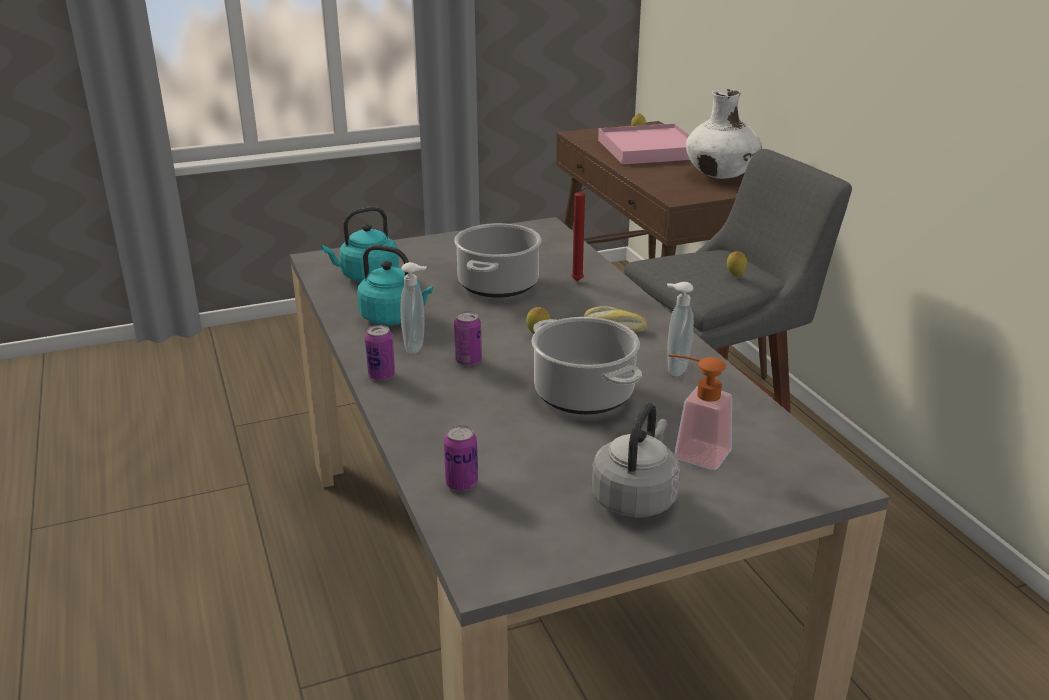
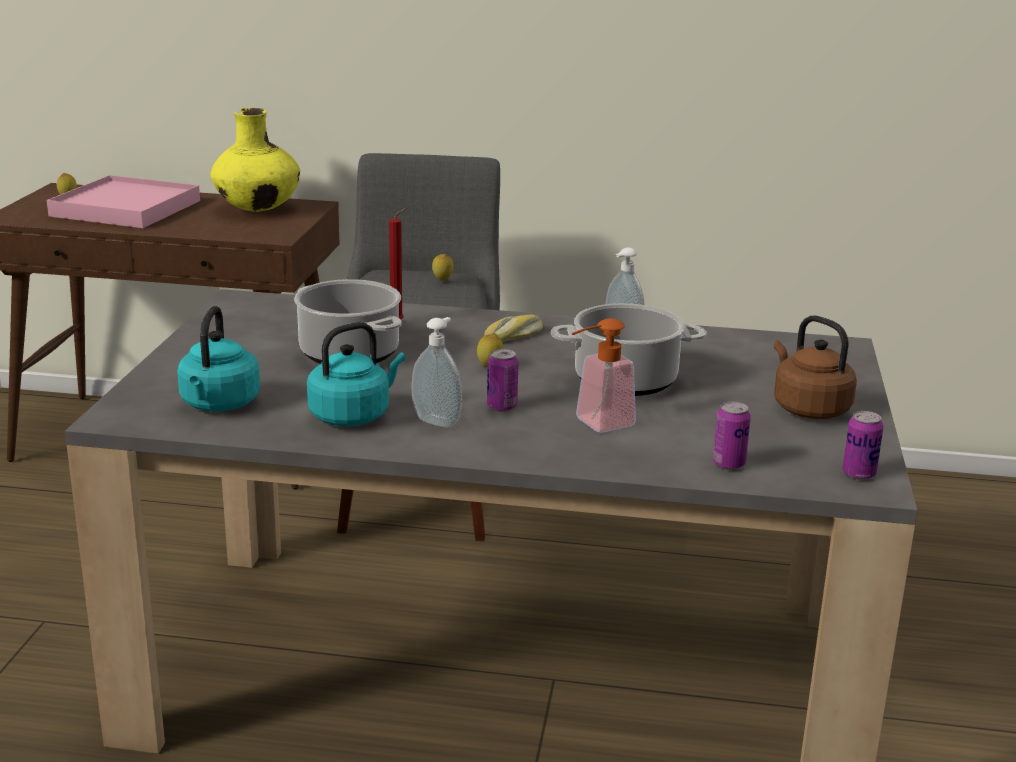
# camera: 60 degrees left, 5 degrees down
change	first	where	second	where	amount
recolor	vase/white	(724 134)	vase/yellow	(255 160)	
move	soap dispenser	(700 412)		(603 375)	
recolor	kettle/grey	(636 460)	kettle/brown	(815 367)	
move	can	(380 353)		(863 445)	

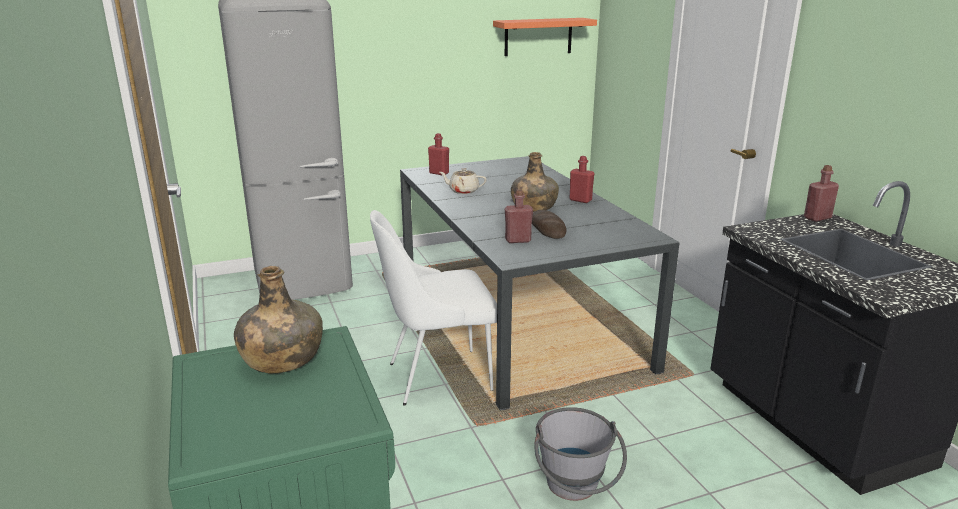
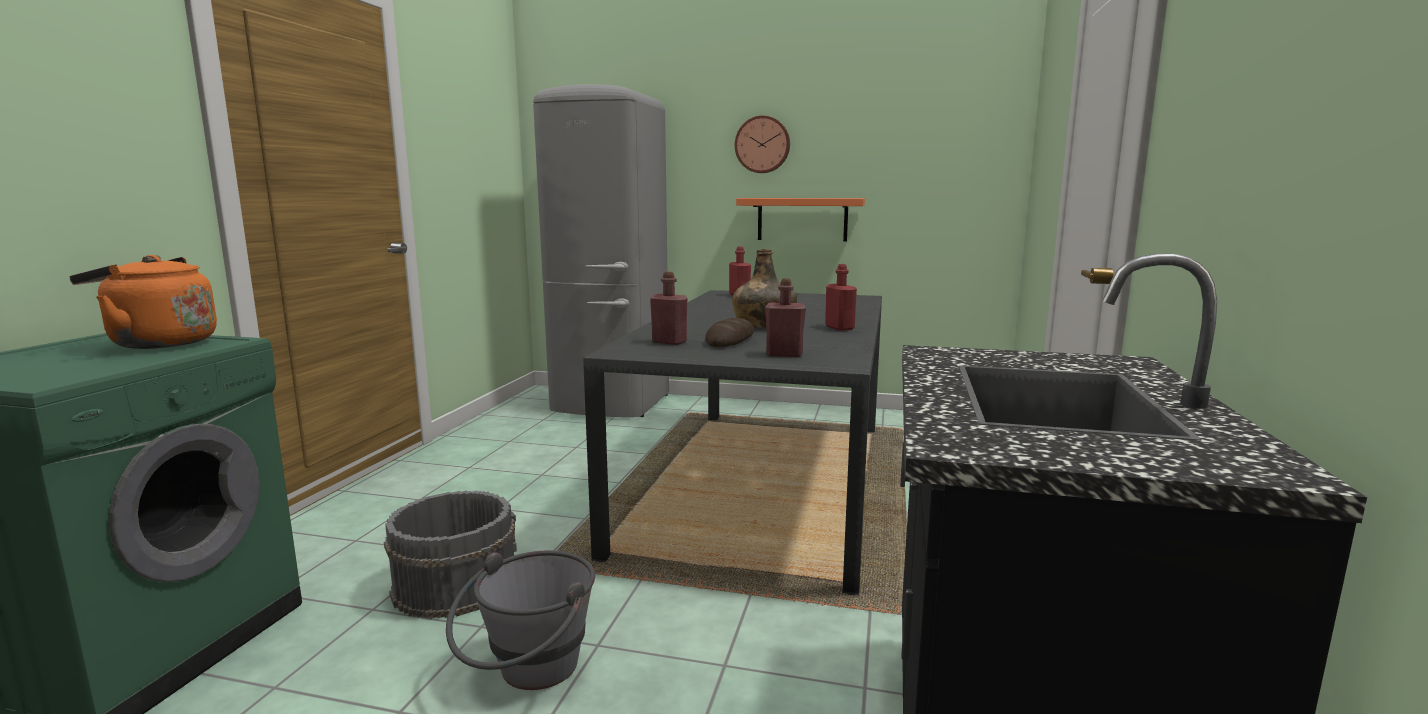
# camera: 35 degrees right, 10 degrees down
change	first	where	second	where	amount
replace	bottle/green	(278 319)	kettle/orange	(143 302)	
insert			bucket/grey	(450 555)	
insert			wall clock	(762 144)	
move	shelf/orange	(545 37)		(800 219)	
move	bottle/red	(821 193)		(785 317)	
delete	chair/white	(433 308)			
delete	teapot/beige	(463 181)			

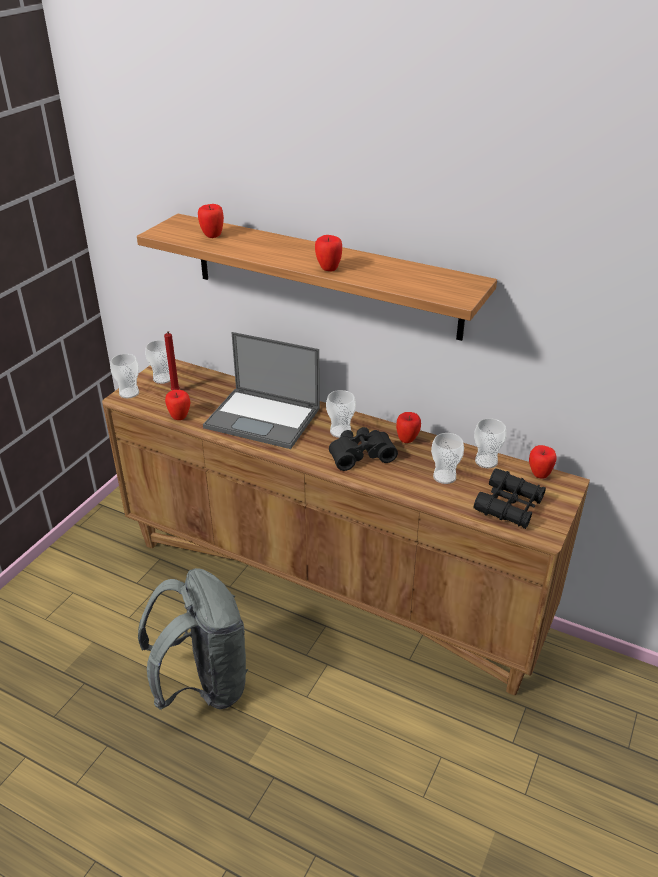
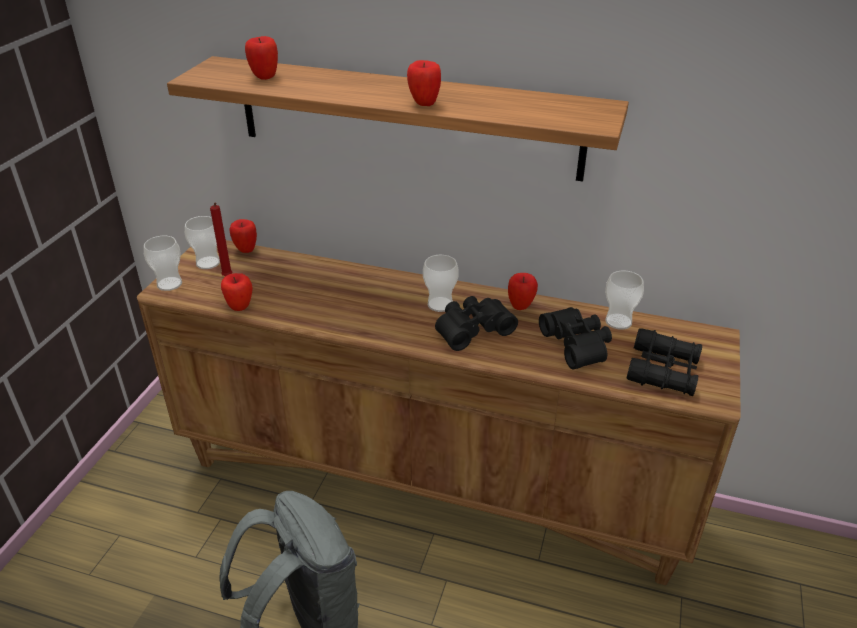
# camera: 10 degrees left, 0 degrees up
change	first	where	second	where	amount
move	apple	(543 462)		(243 236)	
replace	cup	(447 458)	binoculars/black	(575 338)	
delete	laptop	(261 390)			

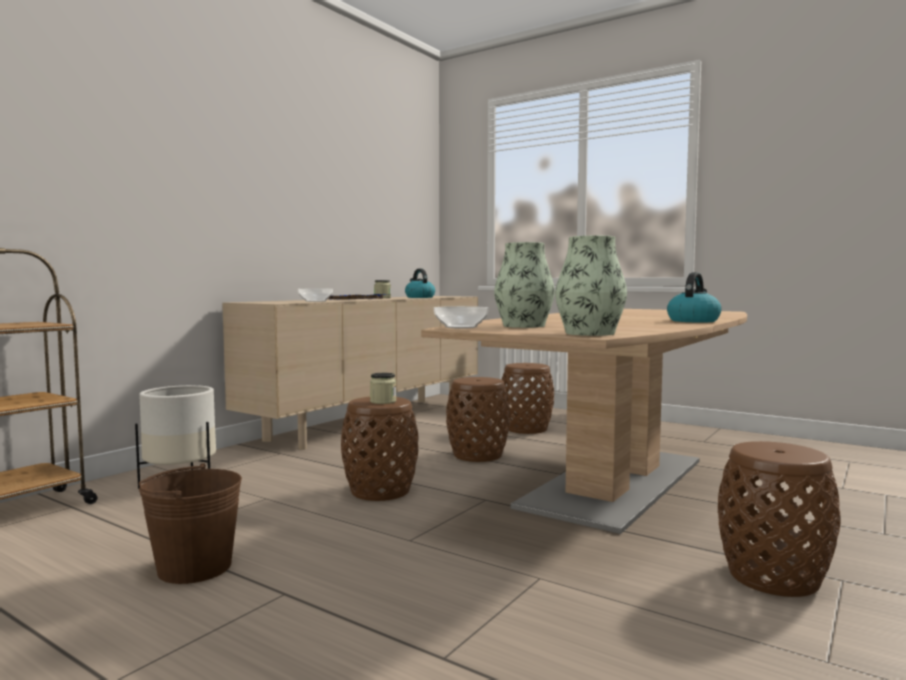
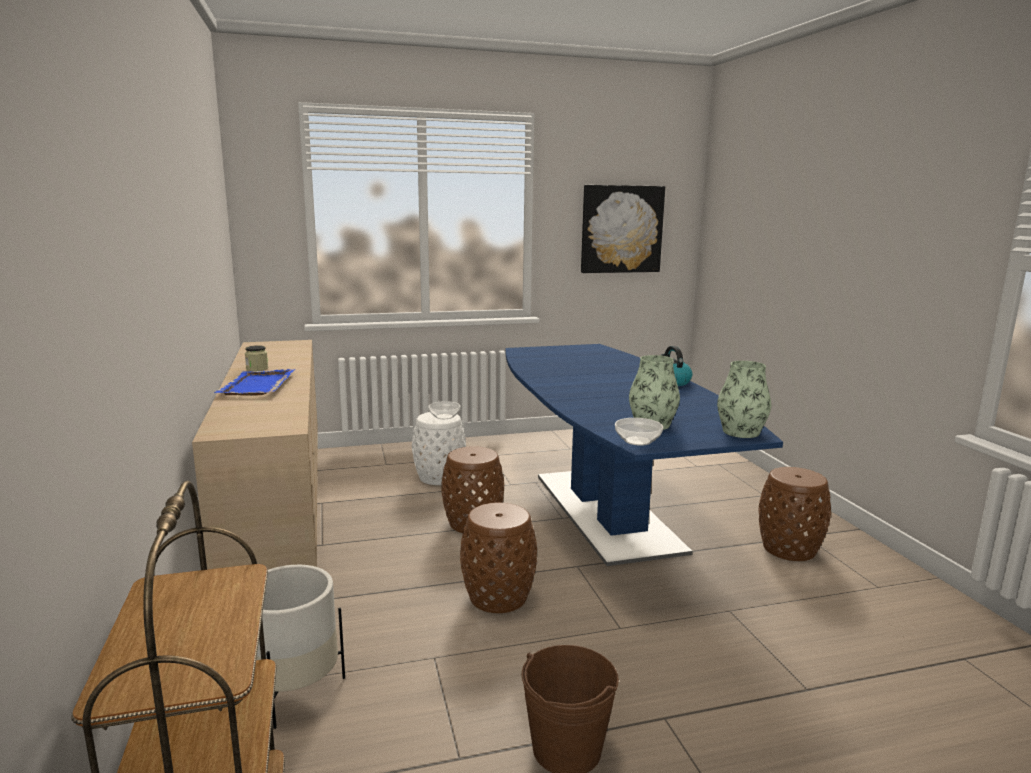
# camera: 50 degrees left, 10 degrees up
change	first	where	second	where	amount
recolor	stool/brown	(528 398)	stool/white	(439 448)	
move	bowl	(315 295)		(444 410)	
recolor	dining table/brown	(584 421)	dining table/blue	(644 455)	
insert			picture	(623 229)	
delete	jar	(383 388)			
delete	kettle	(420 283)			

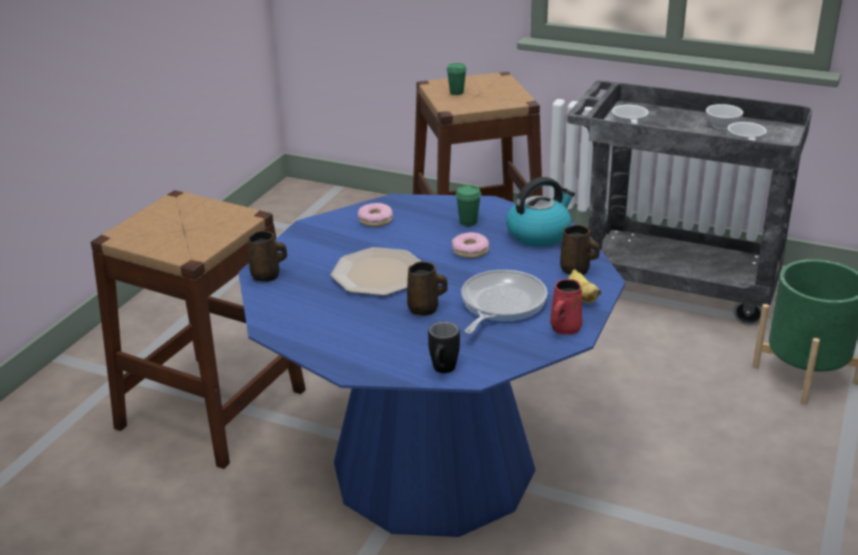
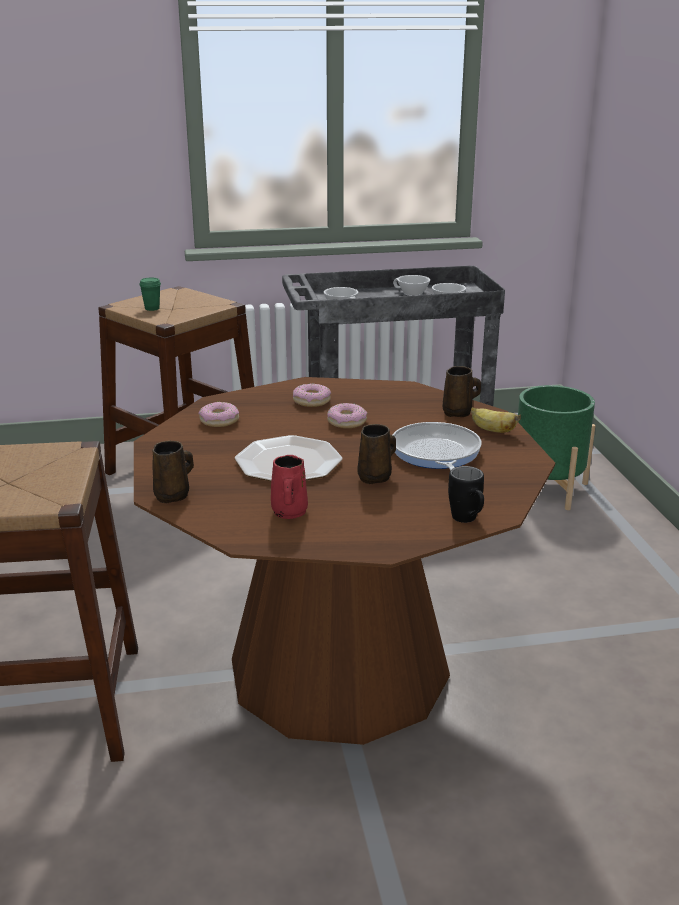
# camera: 35 degrees left, 5 degrees down
change	first	where	second	where	amount
recolor	dining table/blue	(432 365)	dining table/brown	(344 561)	
move	mug/red	(566 307)		(289 487)	
replace	cup/green	(468 205)	donut	(312 395)	
delete	kettle	(540 212)			

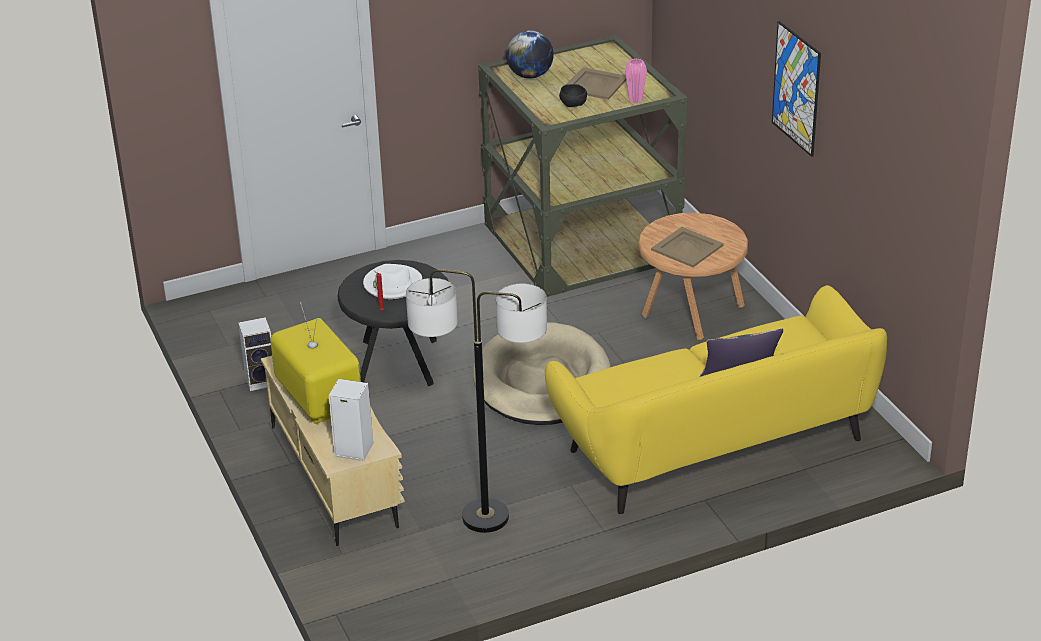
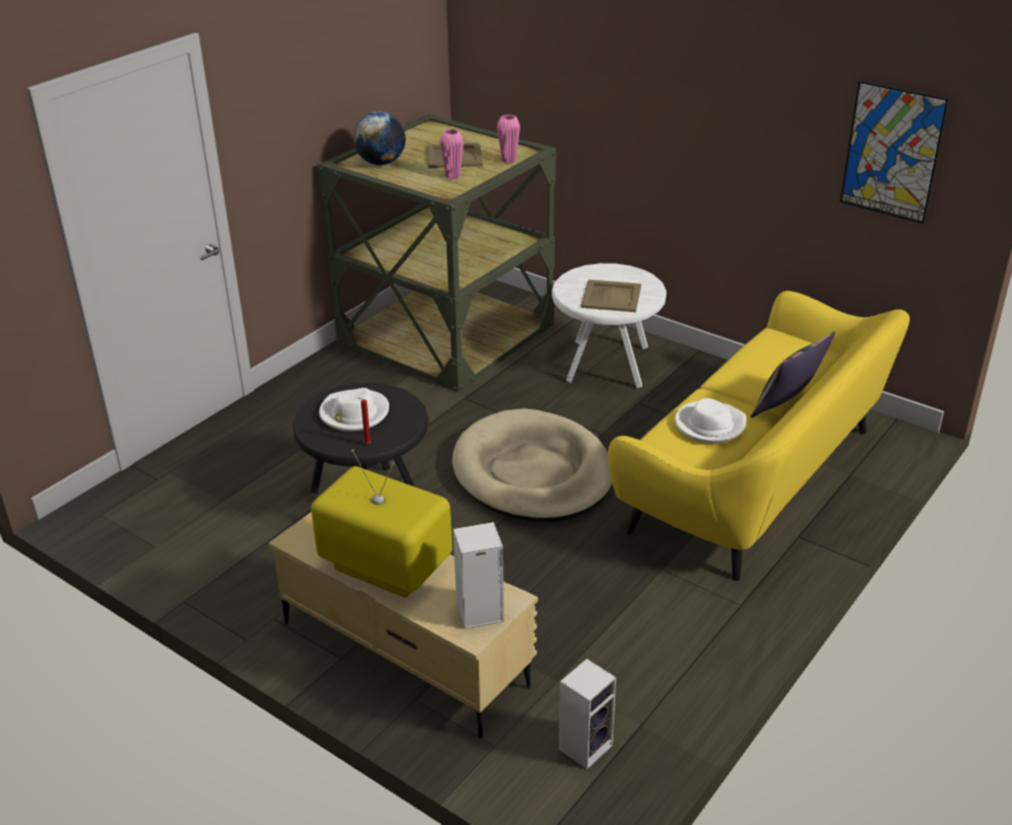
# camera: 30 degrees left, 0 degrees up
change	first	where	second	where	amount
replace	bowl/black	(573 95)	vase/pink	(452 154)	
recolor	side table/brown	(693 276)	side table/white	(609 325)	
move	speaker	(255 354)		(587 714)	
insert			hat/white	(710 421)	
move	picture	(796 89)		(894 152)	
delete	floor lamp	(476 401)			

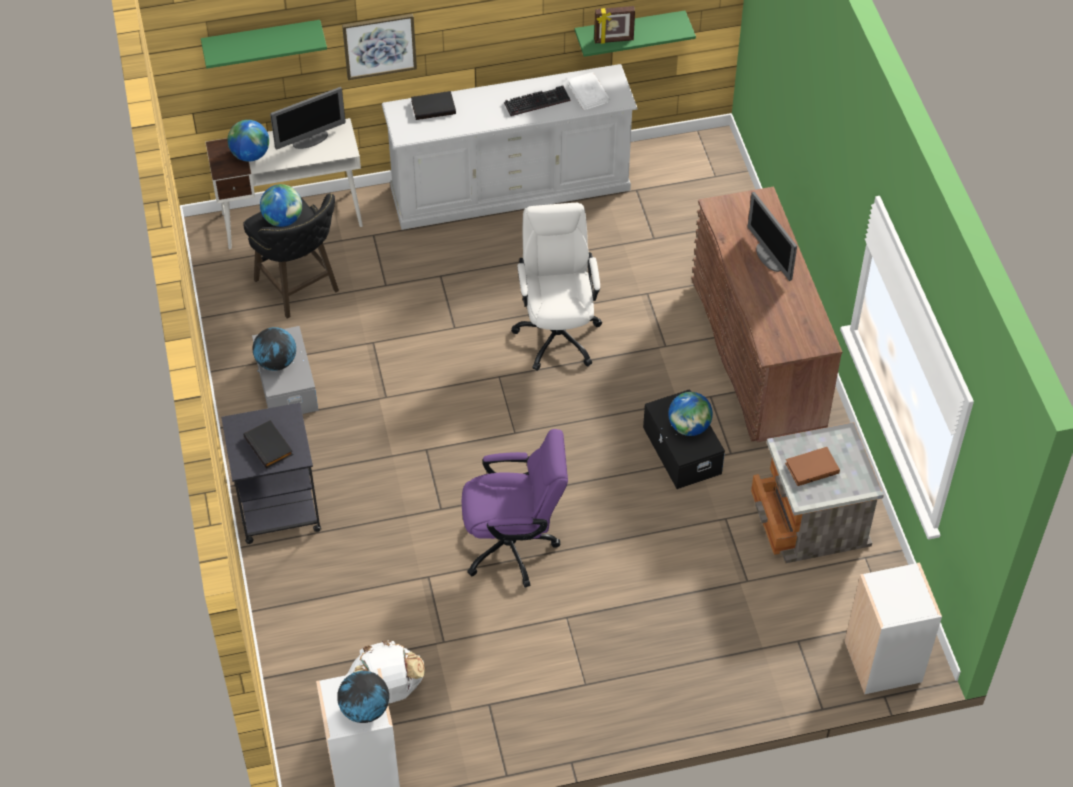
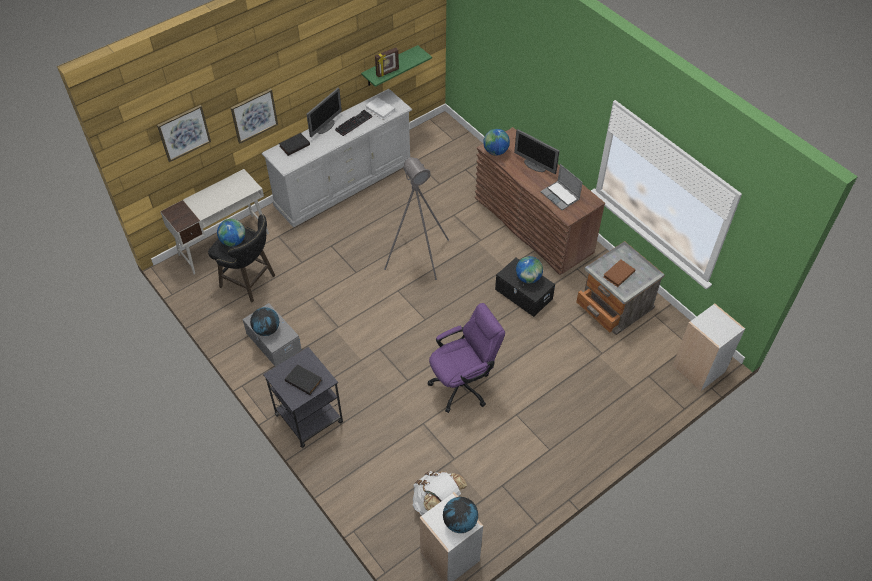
# camera: 25 degrees left, 0 degrees up
change	first	where	second	where	amount
replace	shelf/green	(264 44)	picture	(184 133)	
move	monitor	(308 118)		(324 112)	
replace	office chair/white	(556 287)	floor lamp/grey	(416 218)	
move	globe	(248 141)		(496 142)	
insert			laptop	(562 187)	

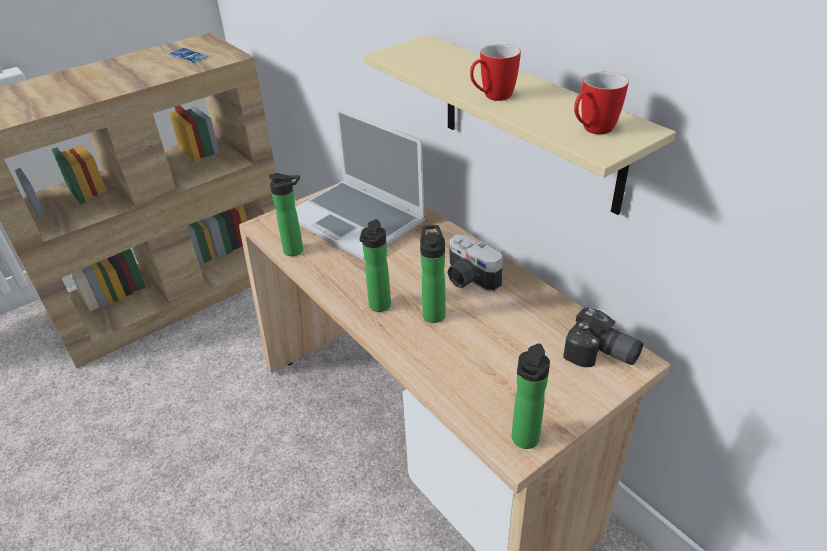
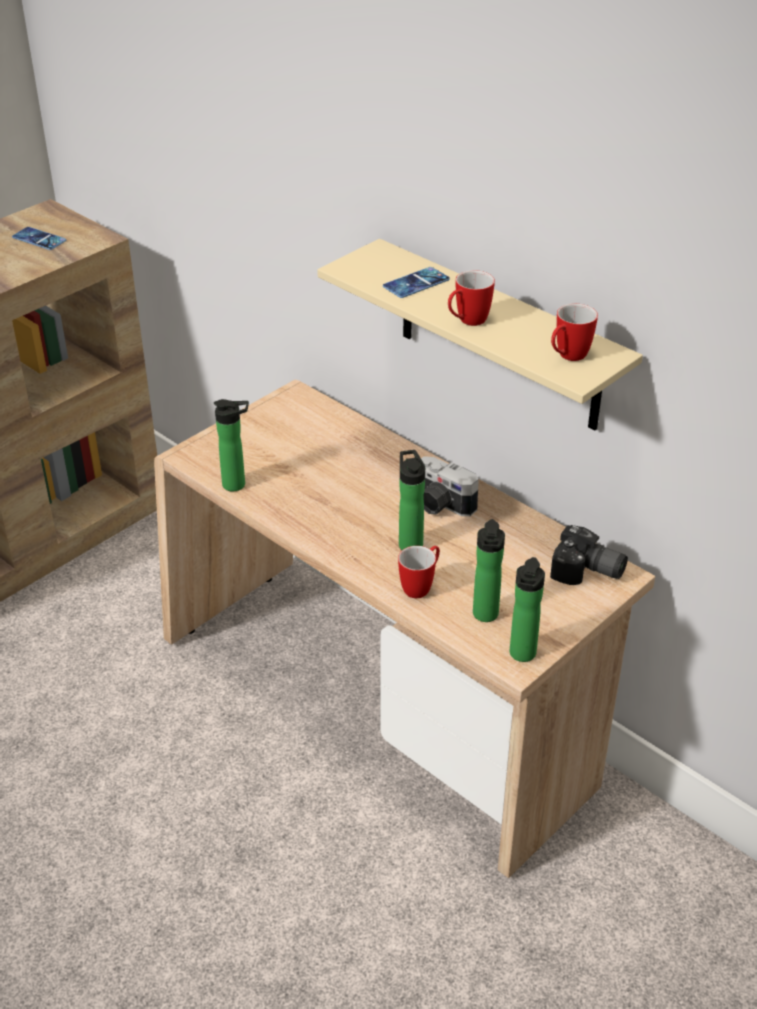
# camera: 10 degrees left, 0 degrees up
change	first	where	second	where	amount
insert			phone	(416 282)	
insert			mug	(419 572)	
move	bottle	(375 265)		(489 570)	
delete	laptop	(360 184)			

